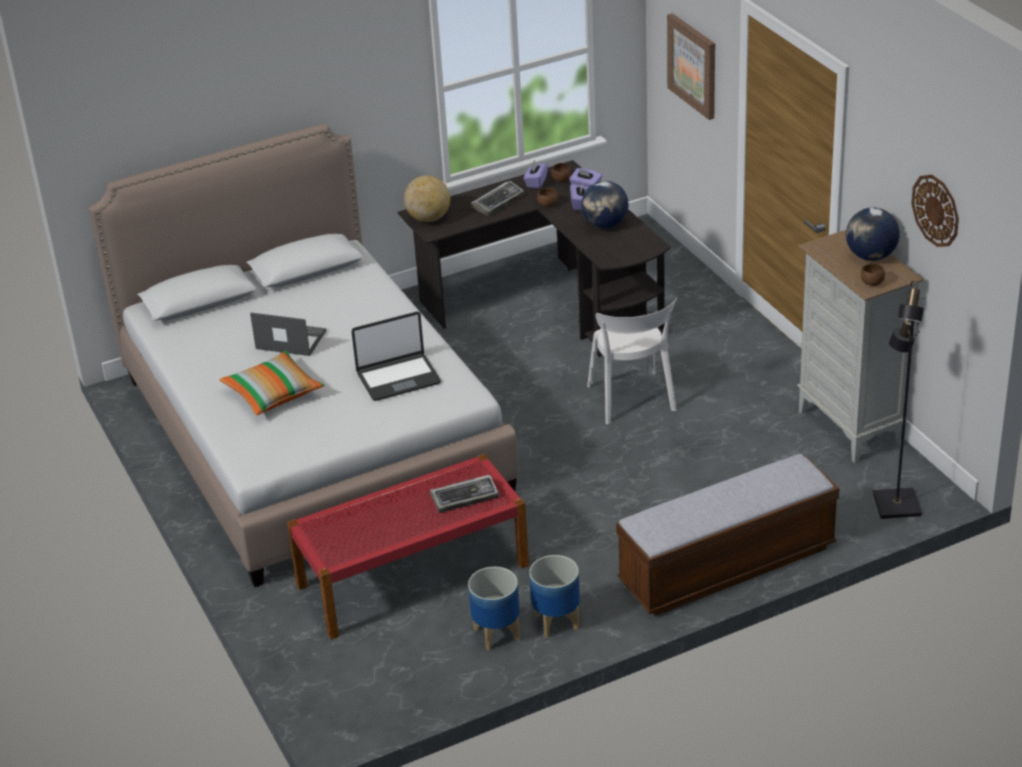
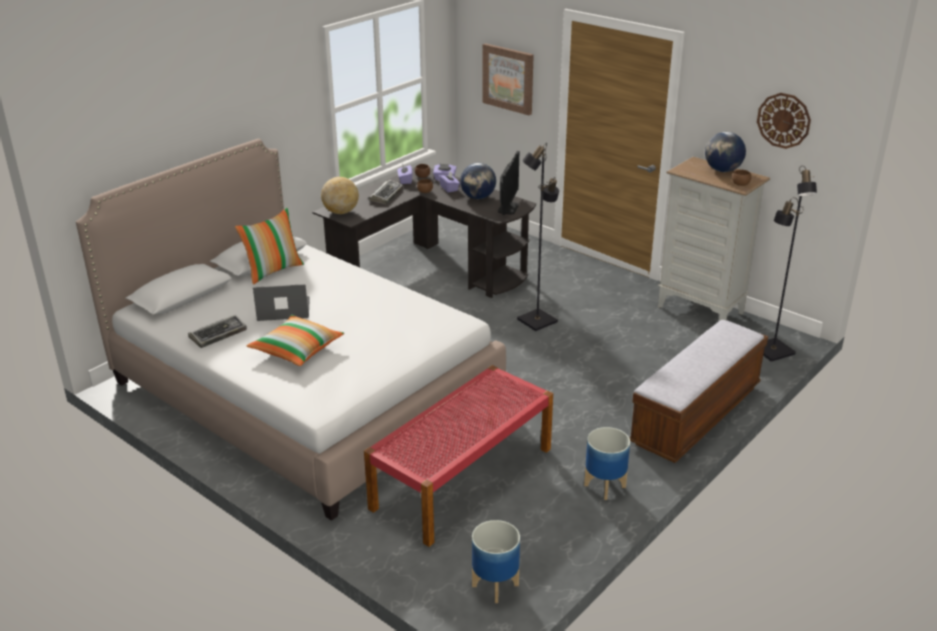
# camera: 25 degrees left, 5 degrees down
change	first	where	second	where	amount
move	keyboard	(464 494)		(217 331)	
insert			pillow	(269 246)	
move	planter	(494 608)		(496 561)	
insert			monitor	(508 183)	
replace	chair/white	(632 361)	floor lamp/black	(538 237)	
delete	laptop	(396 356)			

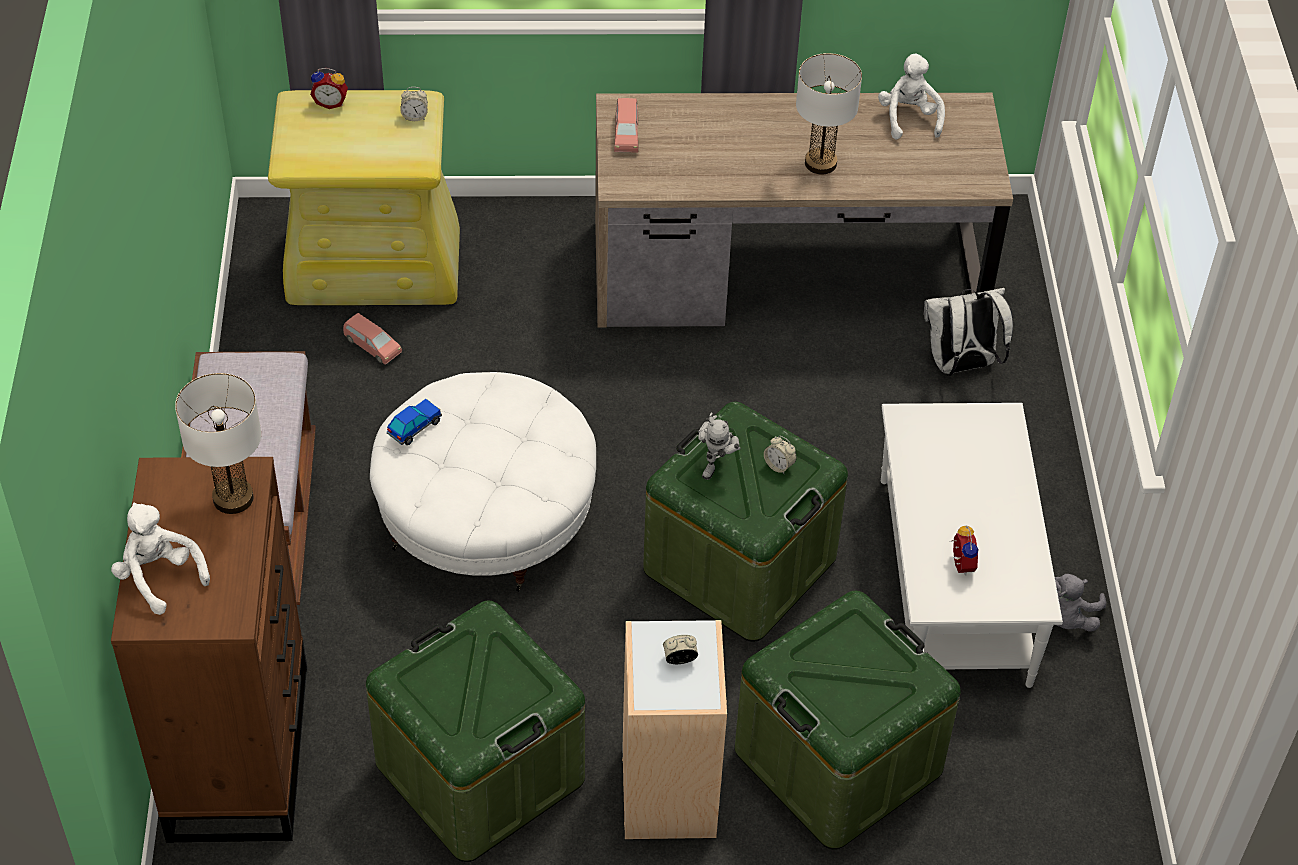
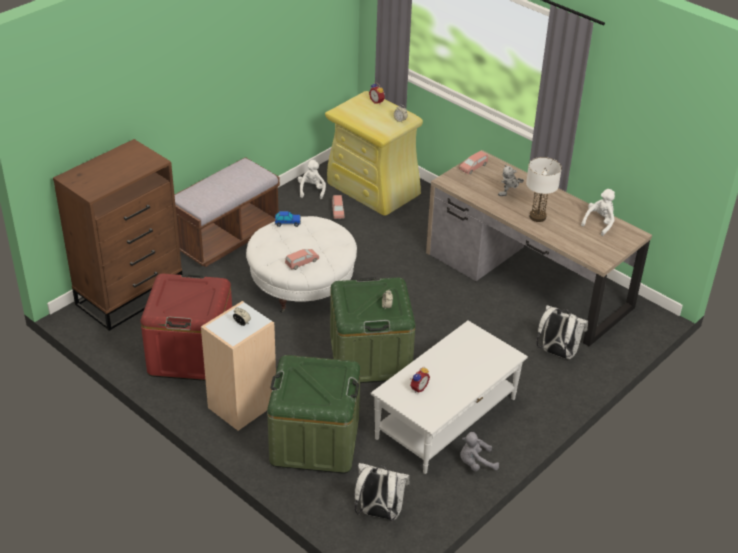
# camera: 45 degrees right, 10 degrees down
change	first	where	second	where	amount
recolor	storage box/green	(475 731)	storage box/red	(186 327)	
insert			toy car/pink	(302 259)	
move	plush toy/white	(160 558)		(312 179)	
insert			backpack/white	(382 492)	
move	toy robot	(719 446)		(511 180)	
delete	table lamp	(218 443)			

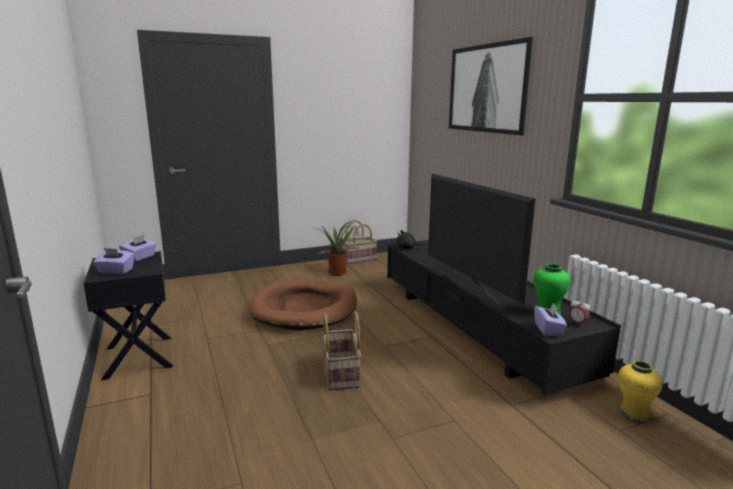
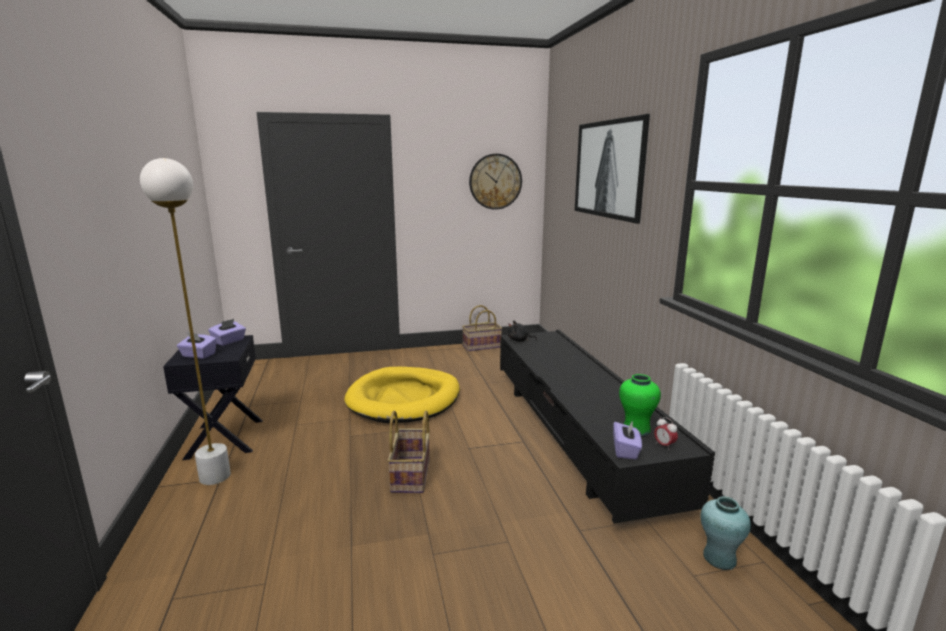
# camera: 10 degrees right, 0 degrees up
change	first	where	second	where	amount
insert			floor lamp/white	(185 321)	
recolor	dog bed/brown	(303 305)	dog bed/yellow	(402 395)	
insert			wall clock	(495 182)	
recolor	vase/yellow	(640 391)	vase/turquoise	(725 533)	
delete	potted plant	(337 247)			
delete	television	(481 239)			

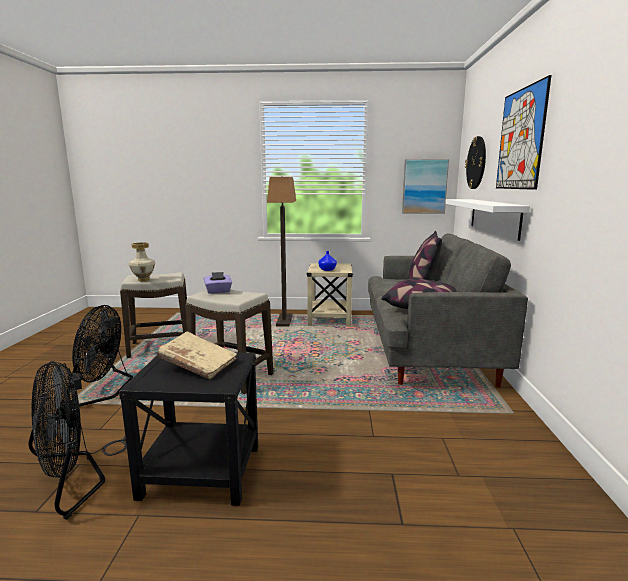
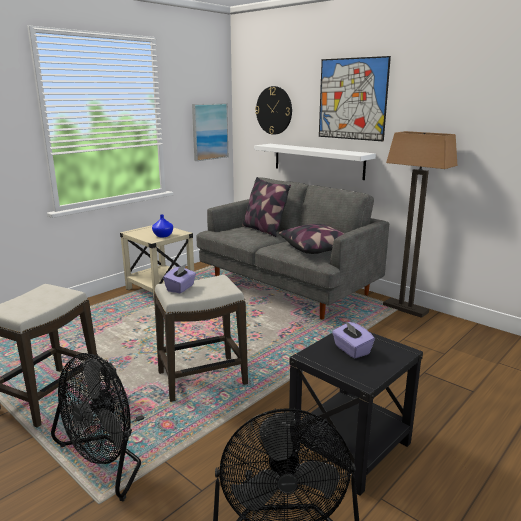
# camera: 50 degrees left, 5 degrees up
change	first	where	second	where	amount
replace	book/beige	(197 355)	tissue box/purple	(353 339)	
move	floor lamp	(281 251)		(420 224)	
delete	vase	(142 261)			

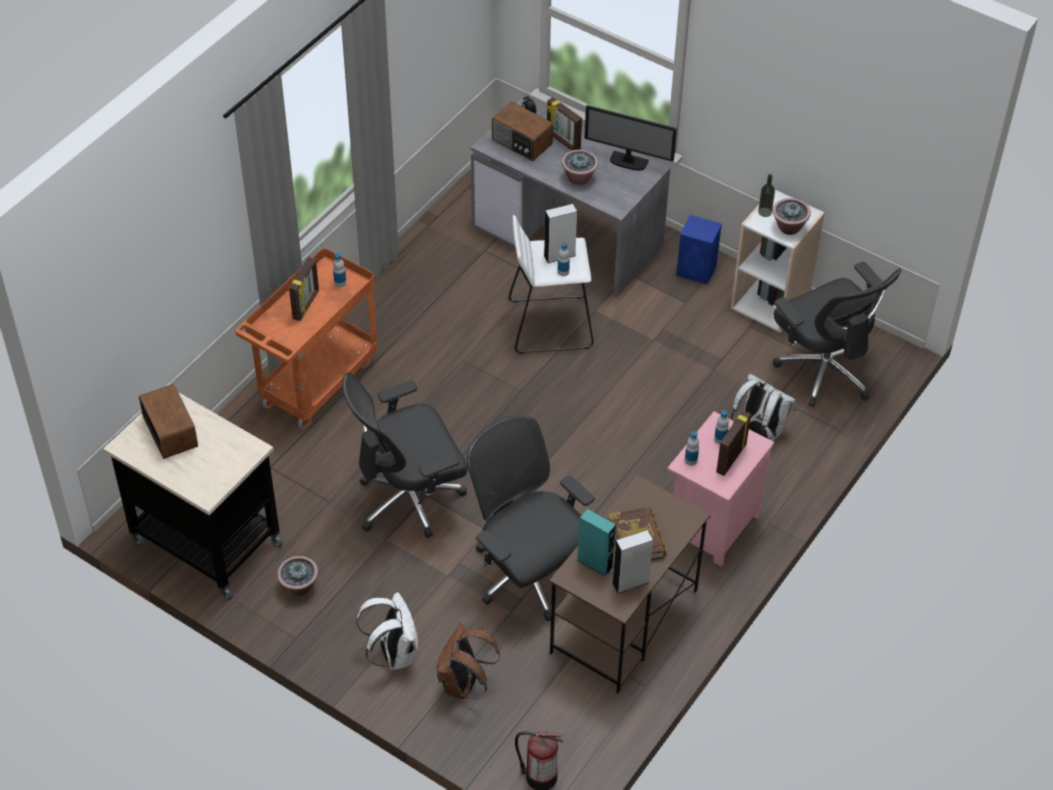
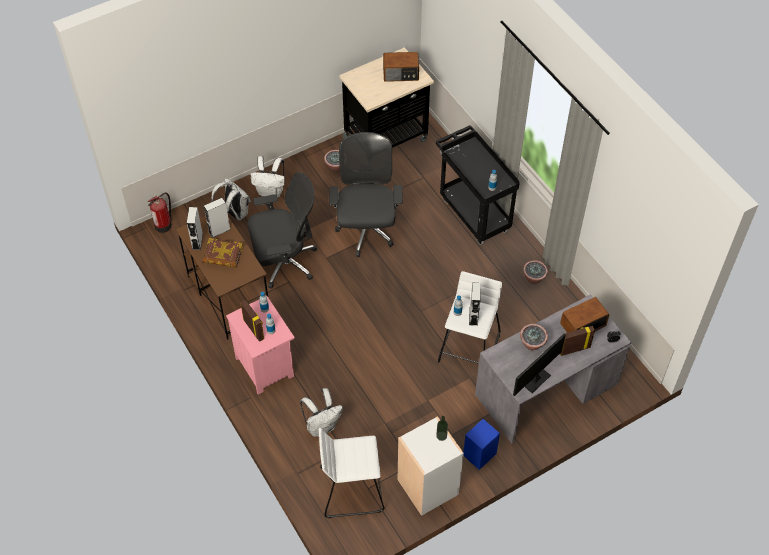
# camera: 115 degrees right, 5 degrees up
change	first	where	second	where	amount
recolor	speaker/turquoise	(596 543)	speaker/grey	(217 218)	
recolor	backpack/brown	(468 661)	backpack/white	(231 199)	
replace	office chair	(837 334)	stool/white	(351 473)	
recolor	cart/orange	(306 338)	cart/black	(478 185)	
move	potted plant	(792 216)		(535 272)	
delete	picture frame	(304 289)			

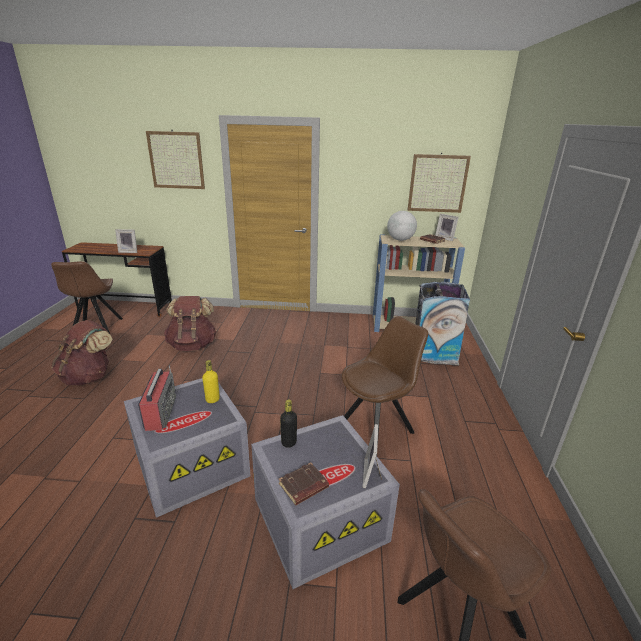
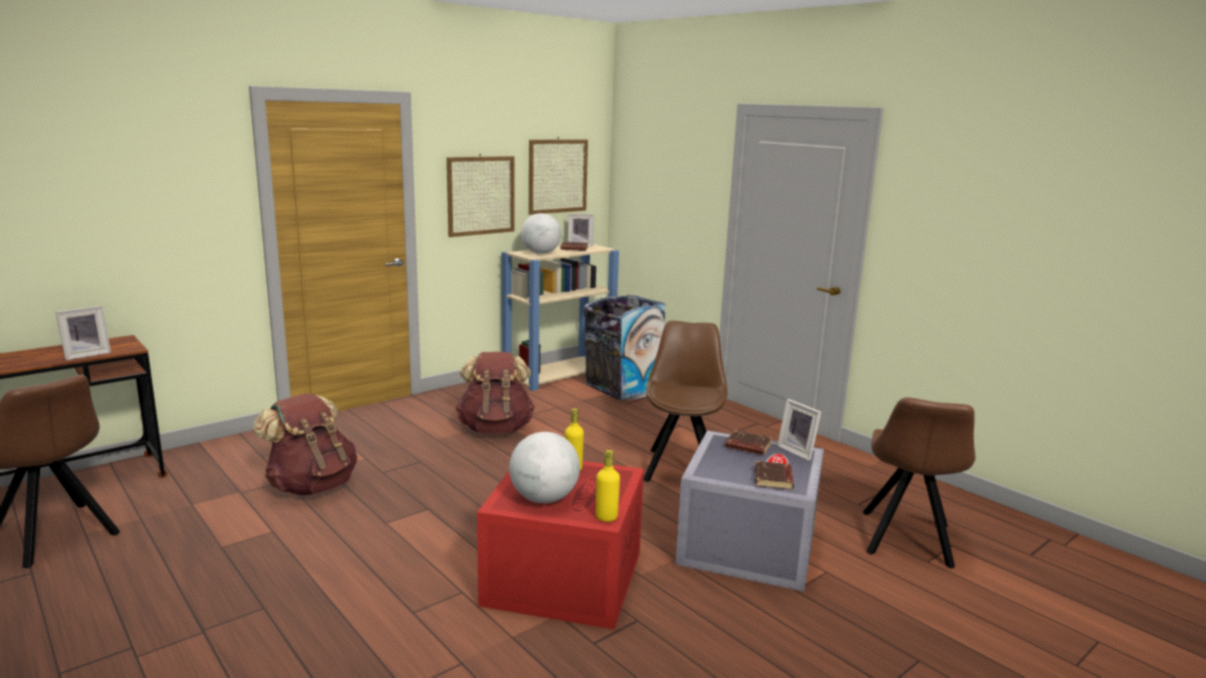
# camera: 45 degrees left, 10 degrees down
change	first	where	second	where	amount
move	picture	(175 159)		(481 195)	
move	backpack/brown	(81 353)		(495 393)	
recolor	storage box/grey	(187 448)	storage box/red	(560 545)	
replace	radio	(158 398)	globe	(544 467)	
insert			bottle/yellow	(608 486)	
insert			book/brown	(749 442)	
delete	bottle/black	(288 423)			

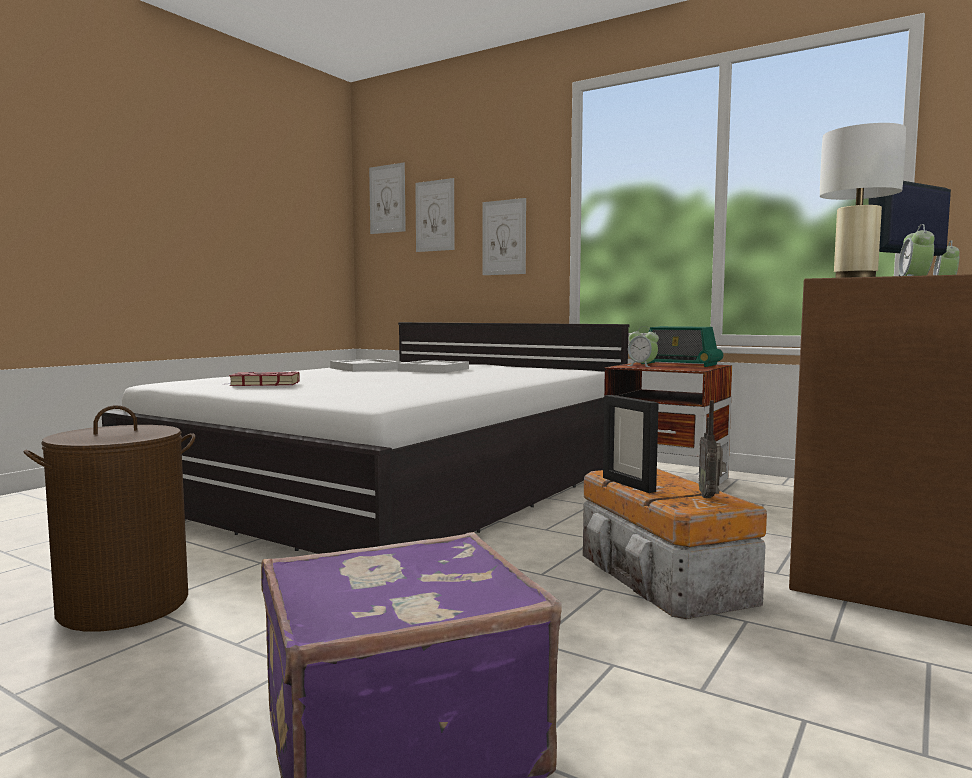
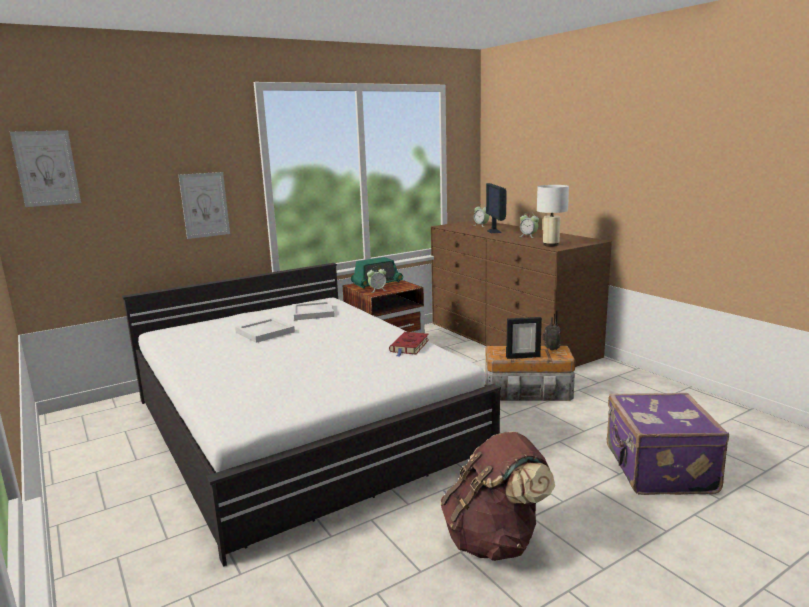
# camera: 65 degrees left, 10 degrees up
change	first	where	second	where	amount
move	tray/white	(365 365)		(313 310)	
move	book/red	(264 378)		(409 344)	
replace	laundry basket/brown	(109 518)	backpack/brown	(498 496)	
delete	picture	(435 215)			

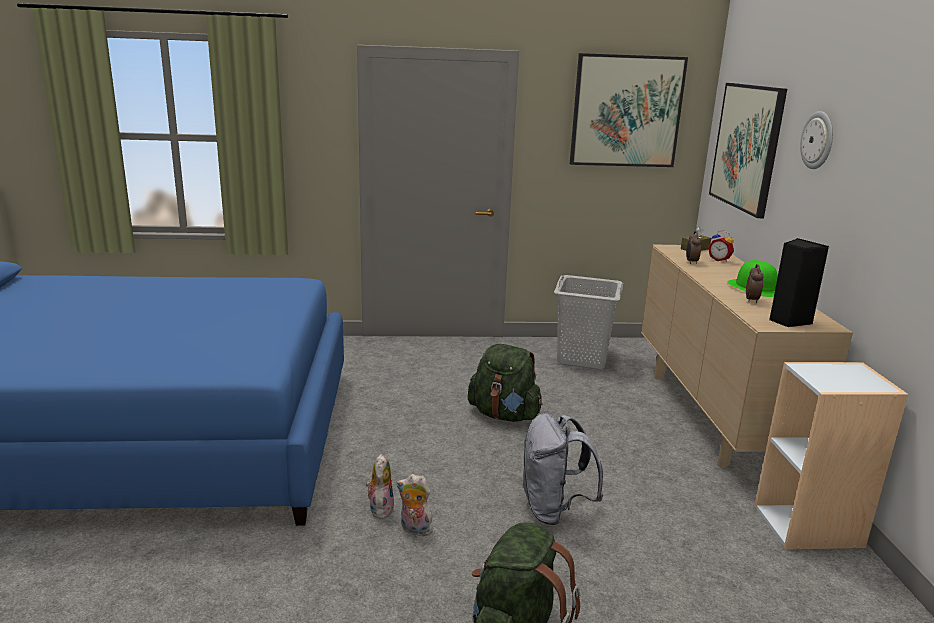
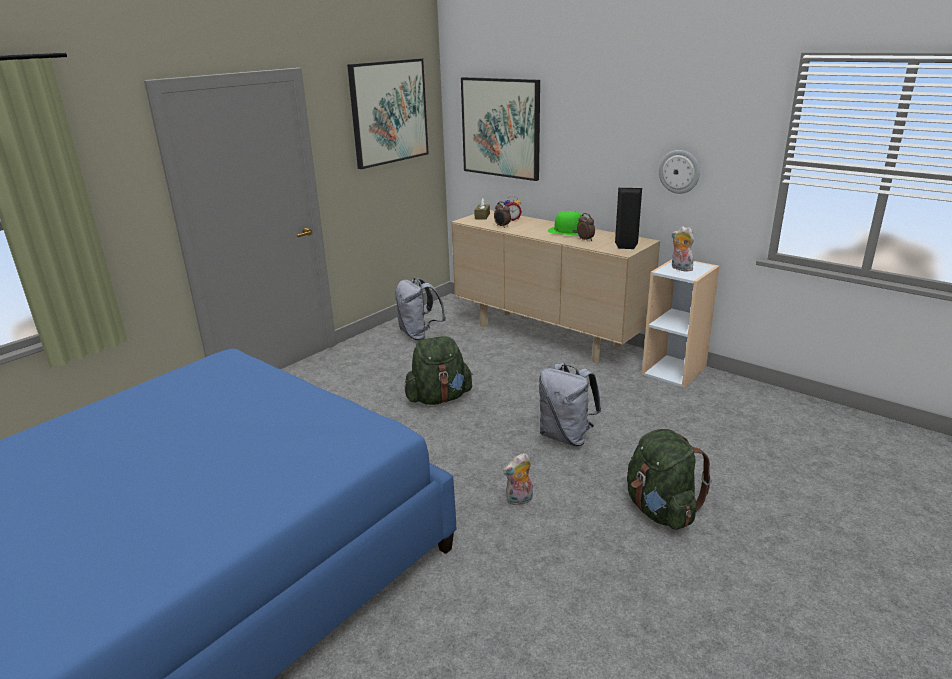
# camera: 45 degrees left, 5 degrees up
change	first	where	second	where	amount
replace	laundry basket/grey	(588 322)	backpack/grey	(420 309)	
move	wall clock	(816 140)		(679 172)	
move	plush toy	(380 486)		(683 249)	

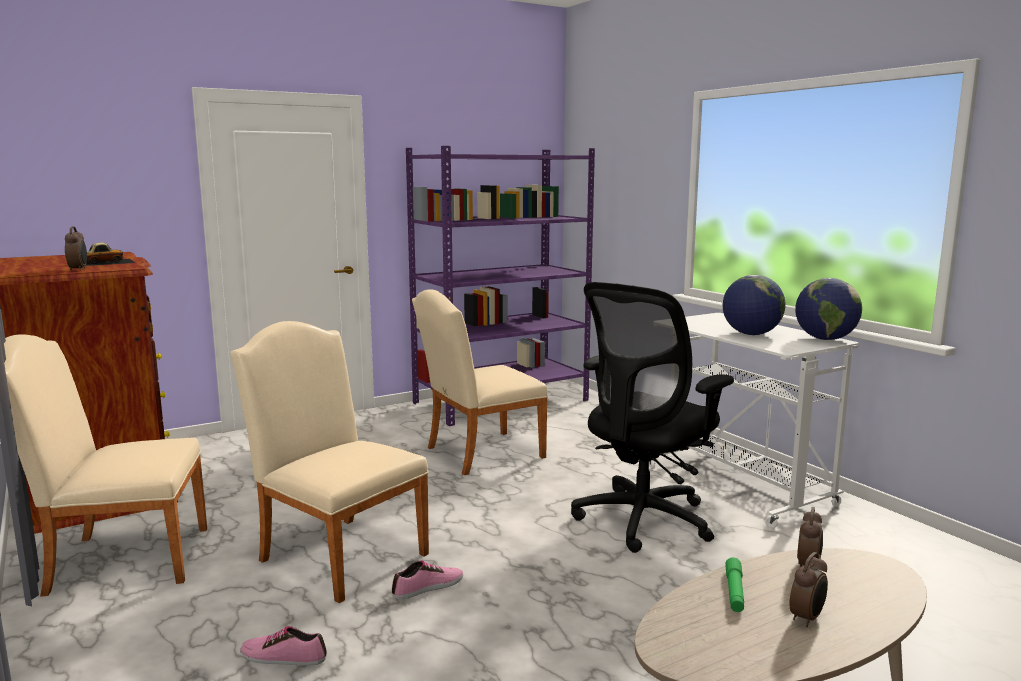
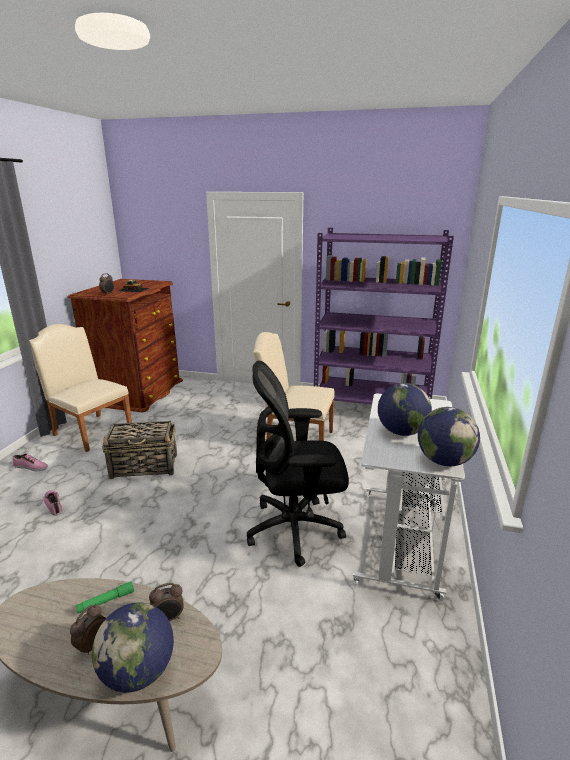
# camera: 45 degrees right, 10 degrees up
change	first	where	second	where	amount
move	shoe	(427 579)		(30 462)	
rotate	alarm clock	(808 589)		(88 629)	120 degrees clockwise
insert			globe	(133 647)	
replace	chair/beige	(329 462)	basket	(139 450)	

